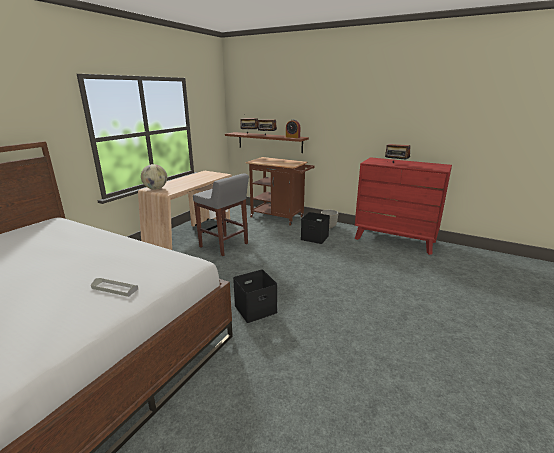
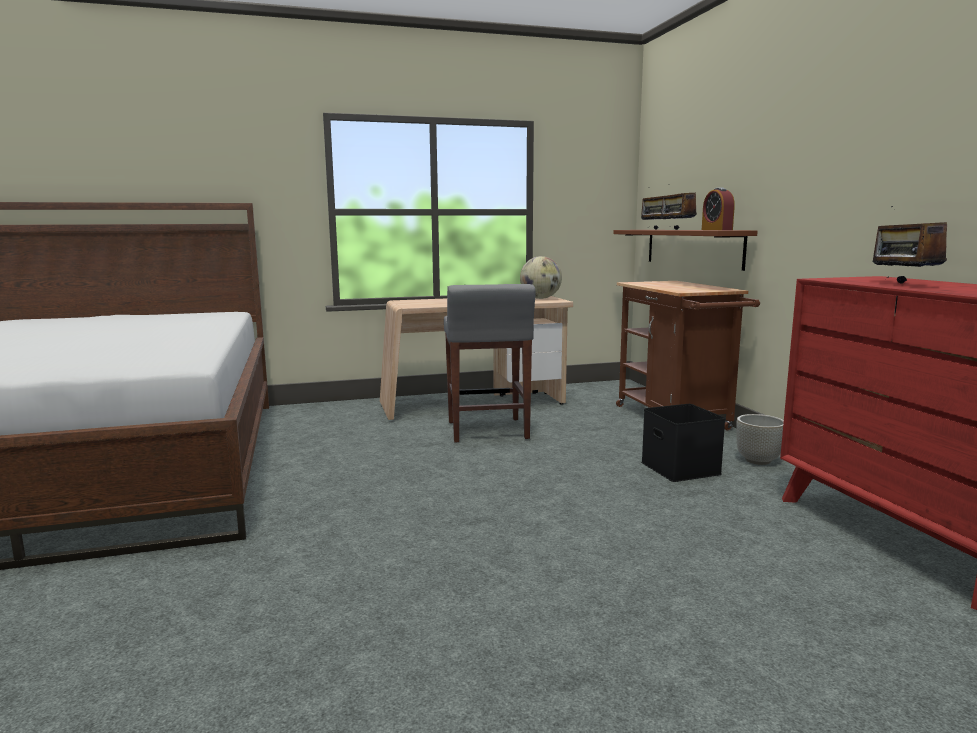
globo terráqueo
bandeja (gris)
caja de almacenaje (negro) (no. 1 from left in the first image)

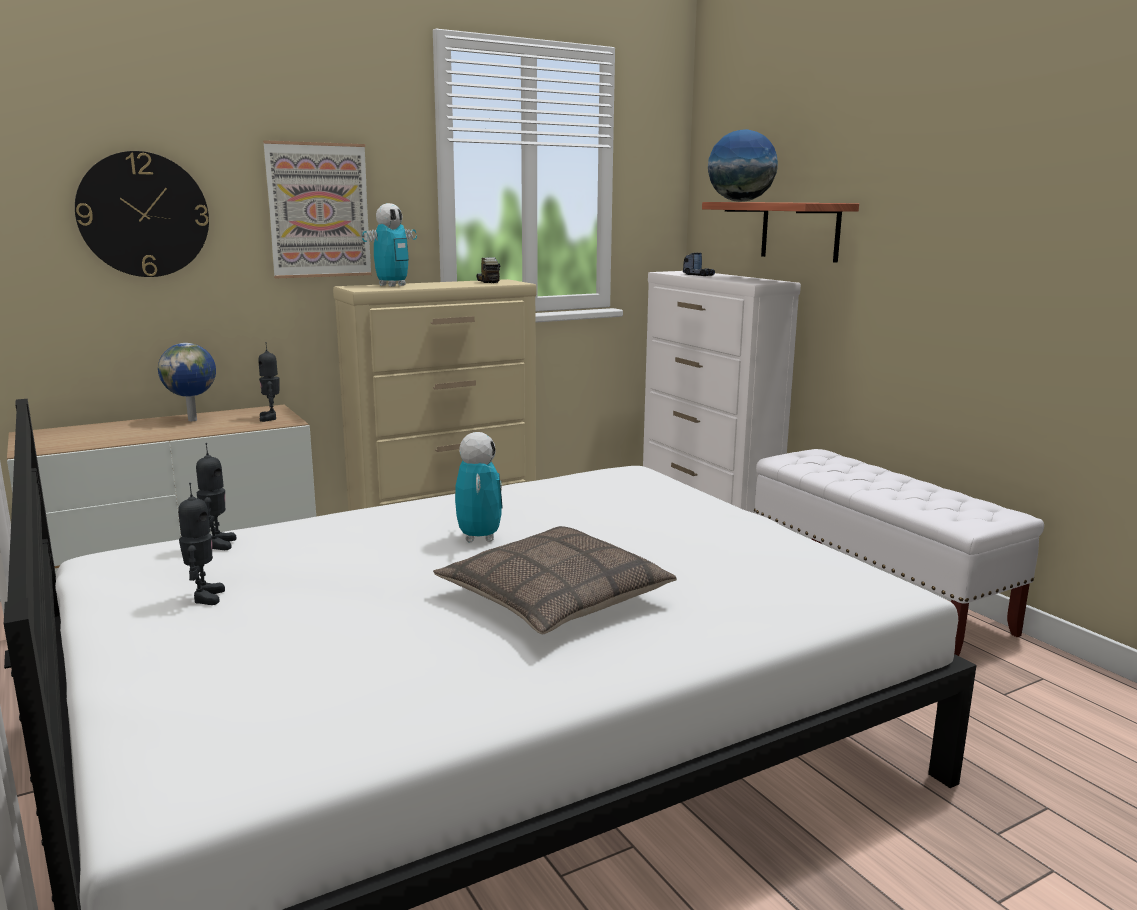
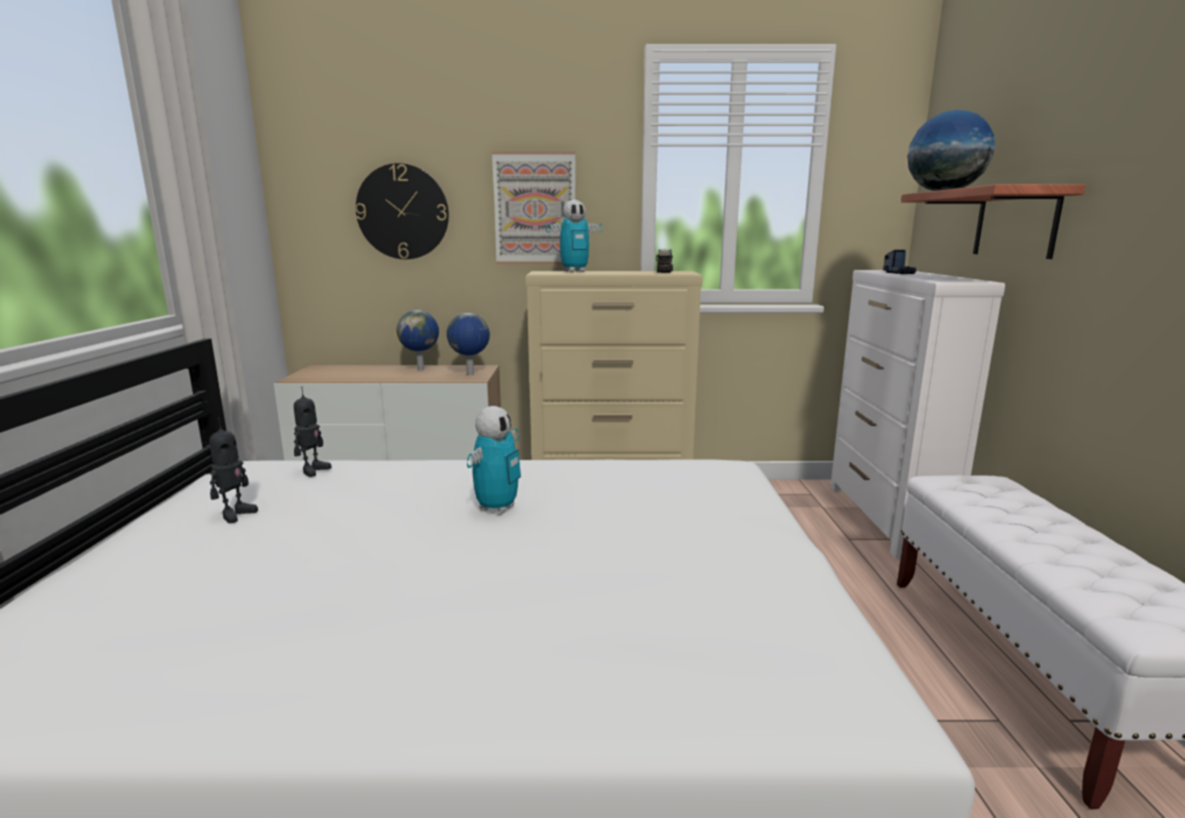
globo terráqueo (no. 2 from left)
cojín

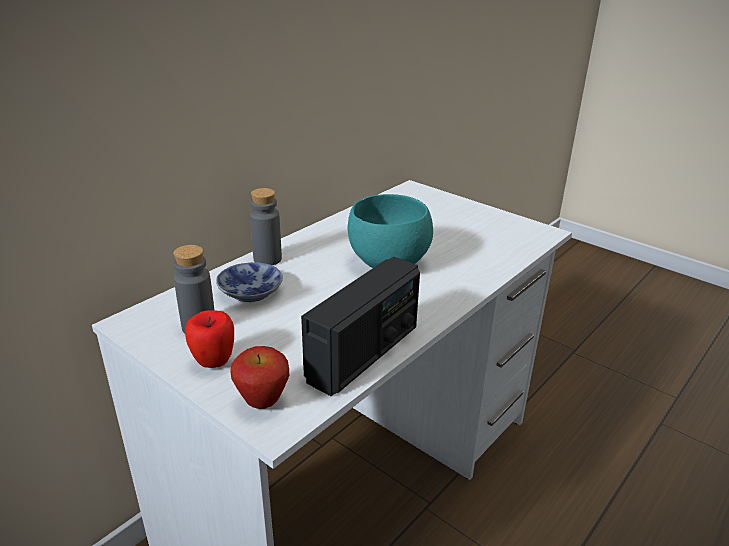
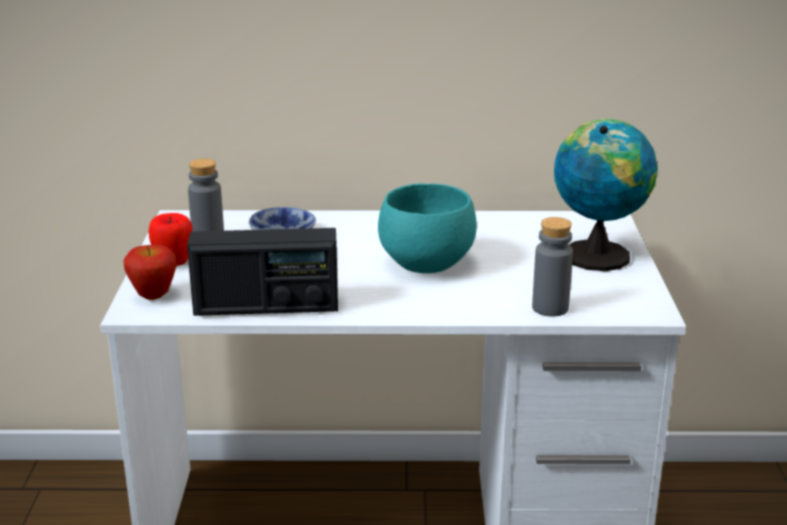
botella (gris) (no. 2 from left)
globo terráqueo

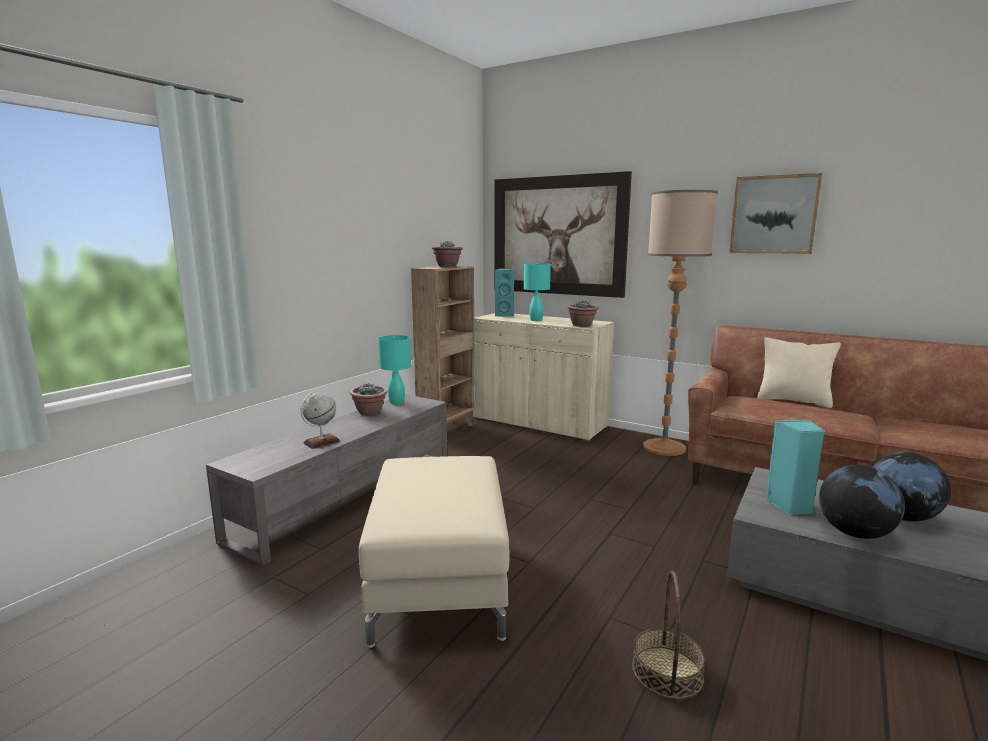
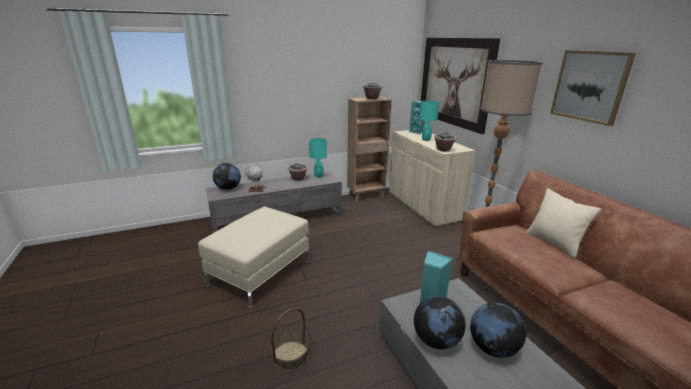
globo terráqueo (no. 1 from left)

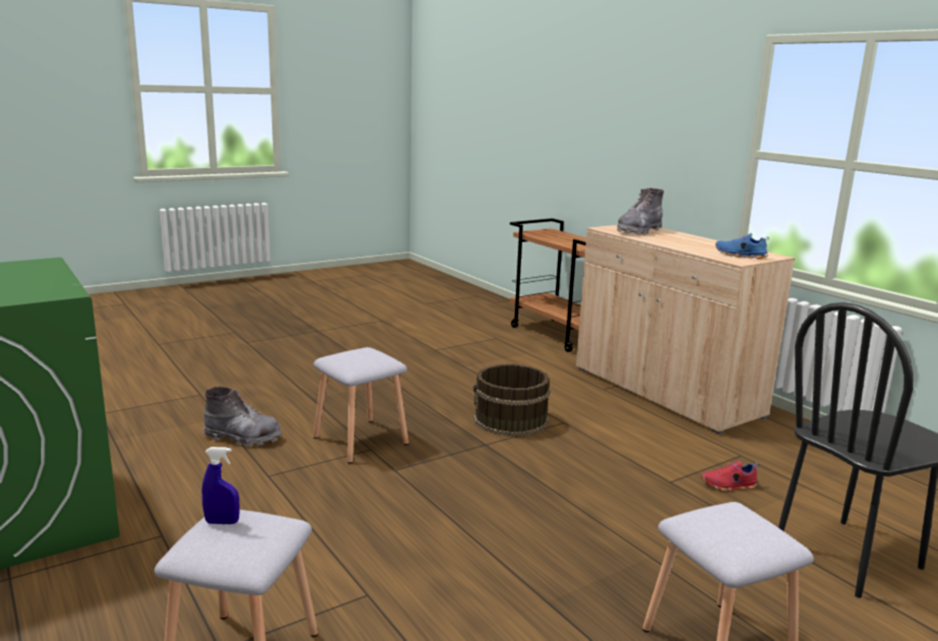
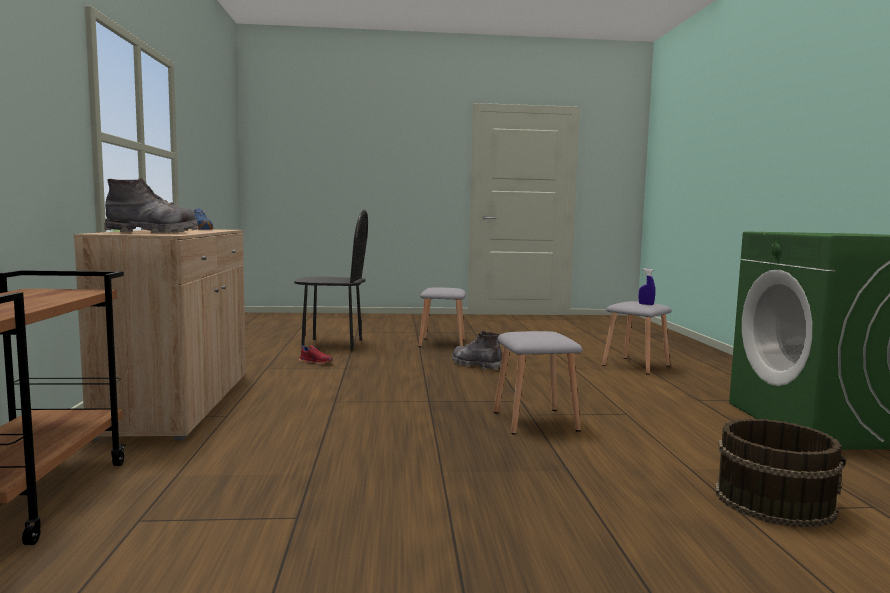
bota (gris) (no. 2 from left)
cubo (marrón)

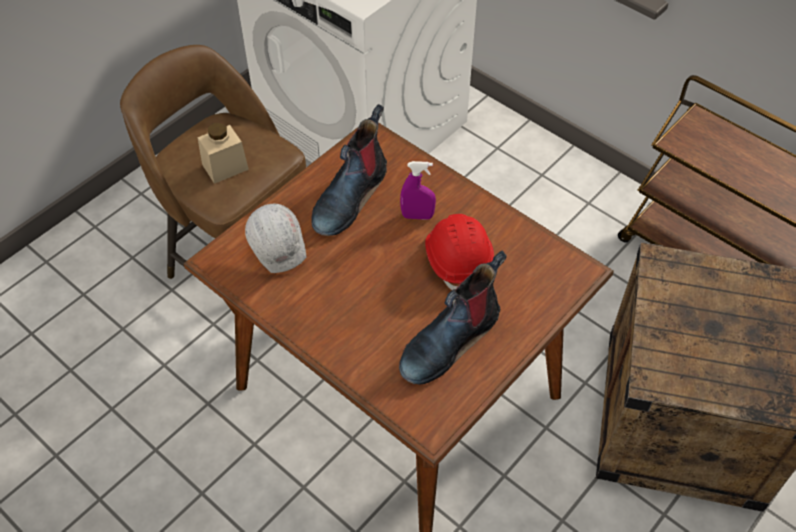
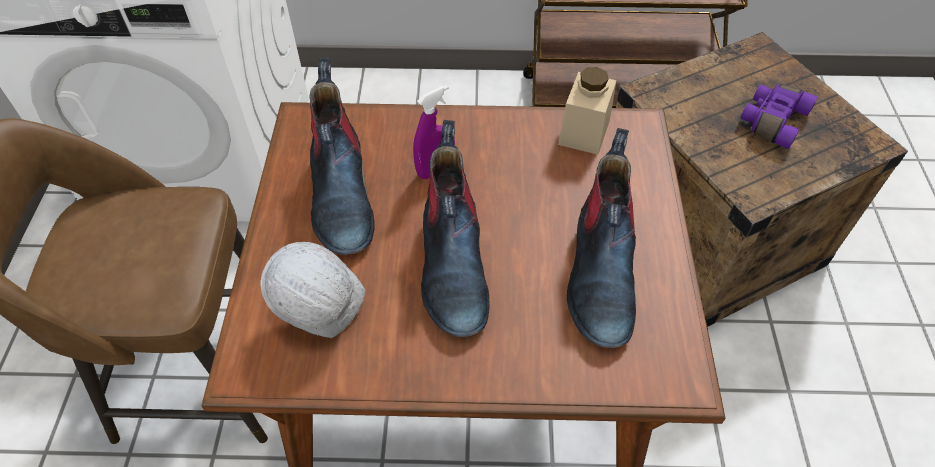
bota (no. 2 from left)
tarro (beis)
prismáticos (morado)
casco (rojo)

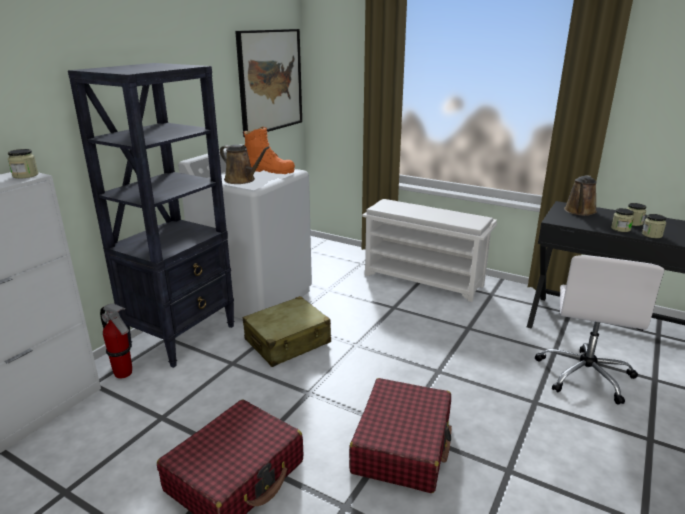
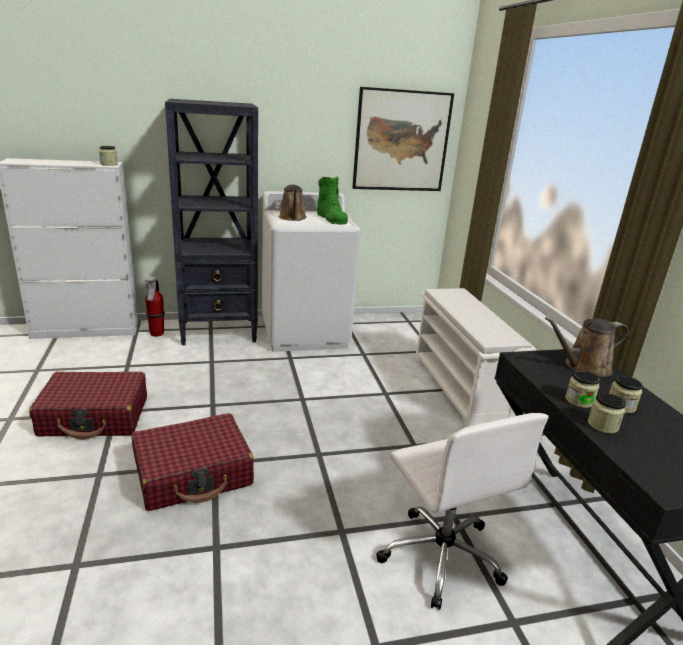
bota (verde)
silla de oficina (blanco)
maleta (beis)

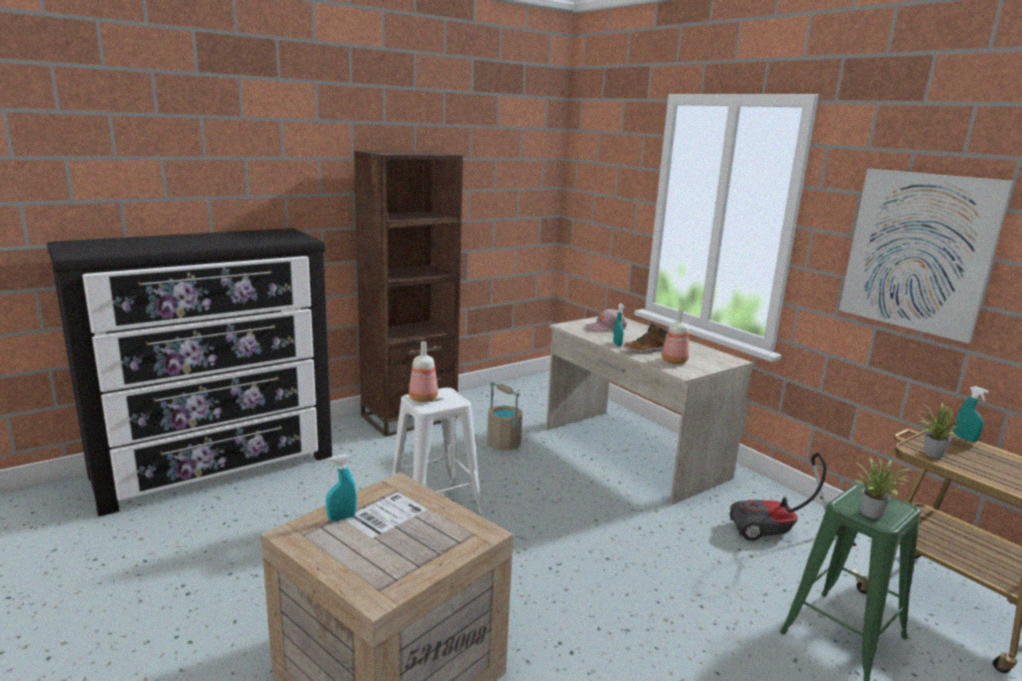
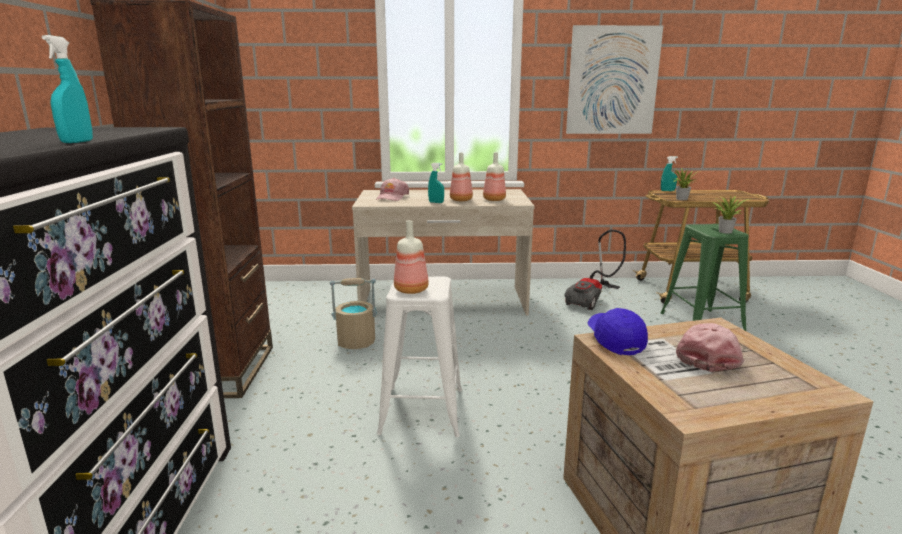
pulverizador (turquesa) (no. 1 from left)
botella (no. 2 from left)
gorra (azul)
gorra (rosa) (no. 2 from left)

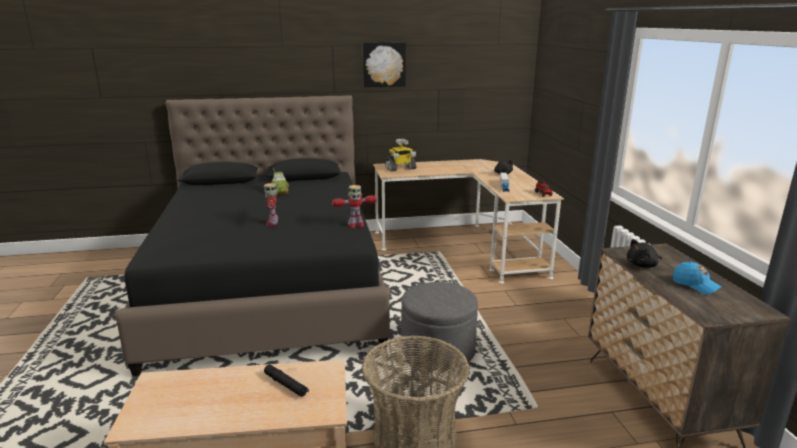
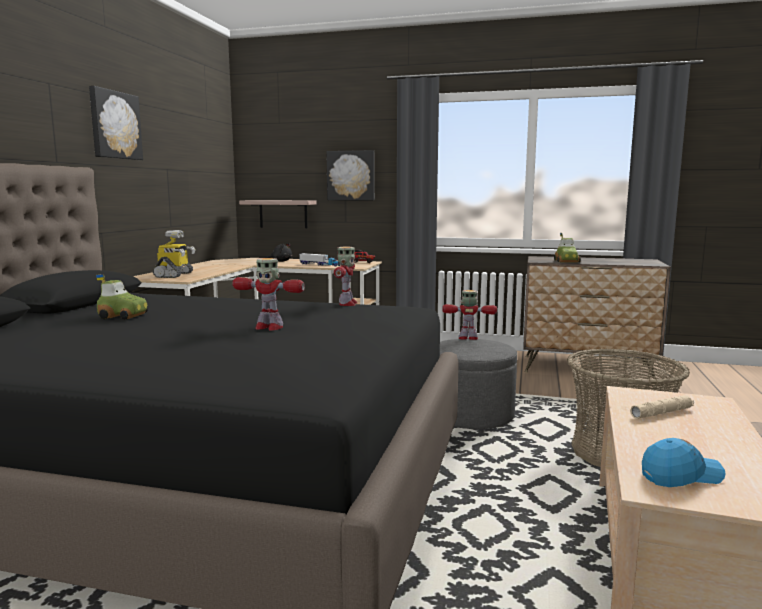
estante
cuadro (no. 2 from left)
robot de juguete (no. 4 from left)
coche de juguete (no. 2 from left)
linterna (beis)
gorra (azul)

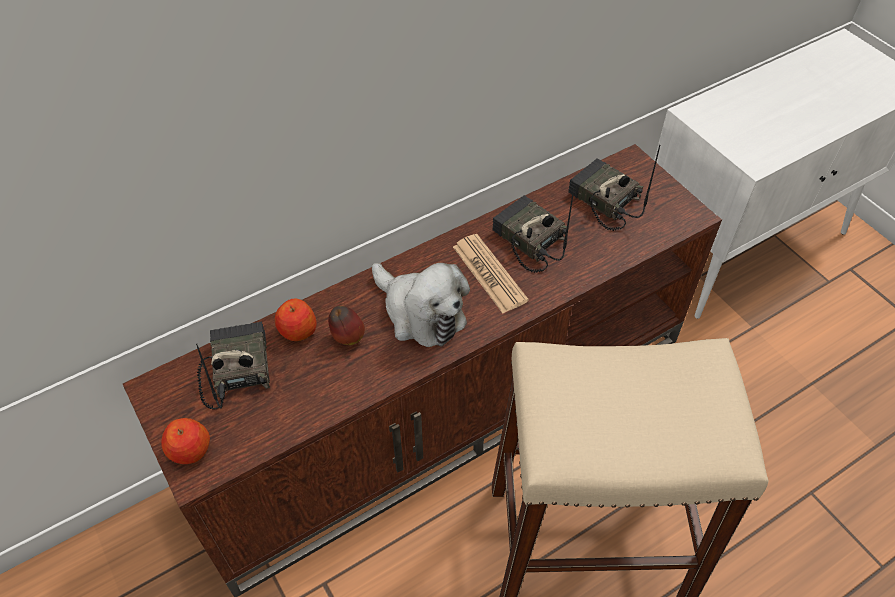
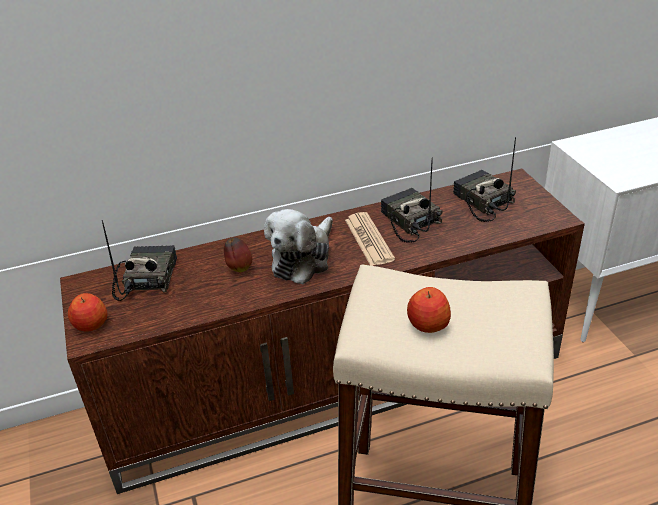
peluche
manzana (no. 3 from left)

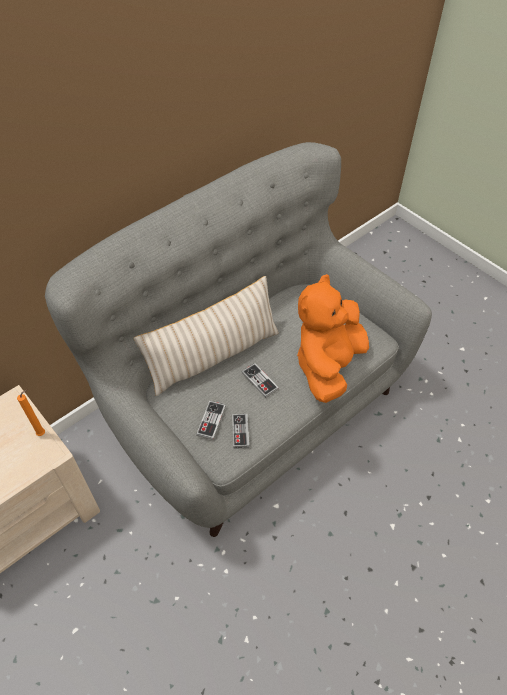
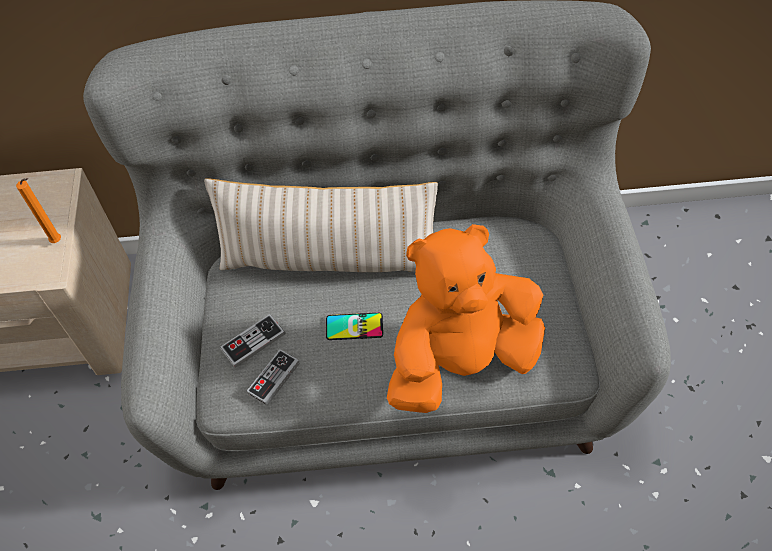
móvil

